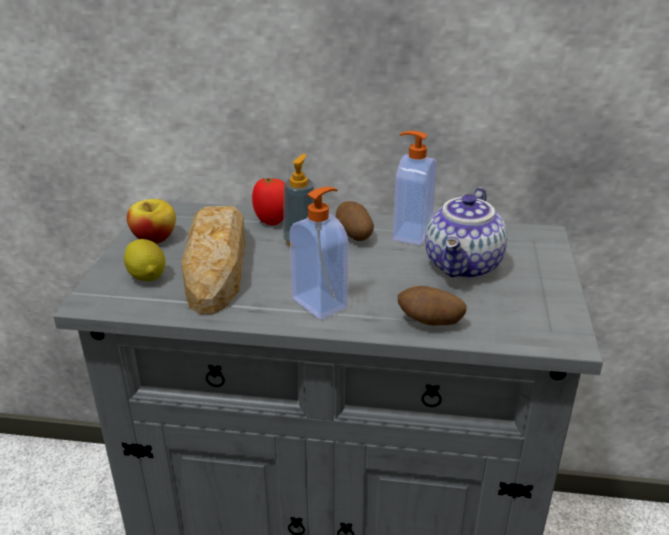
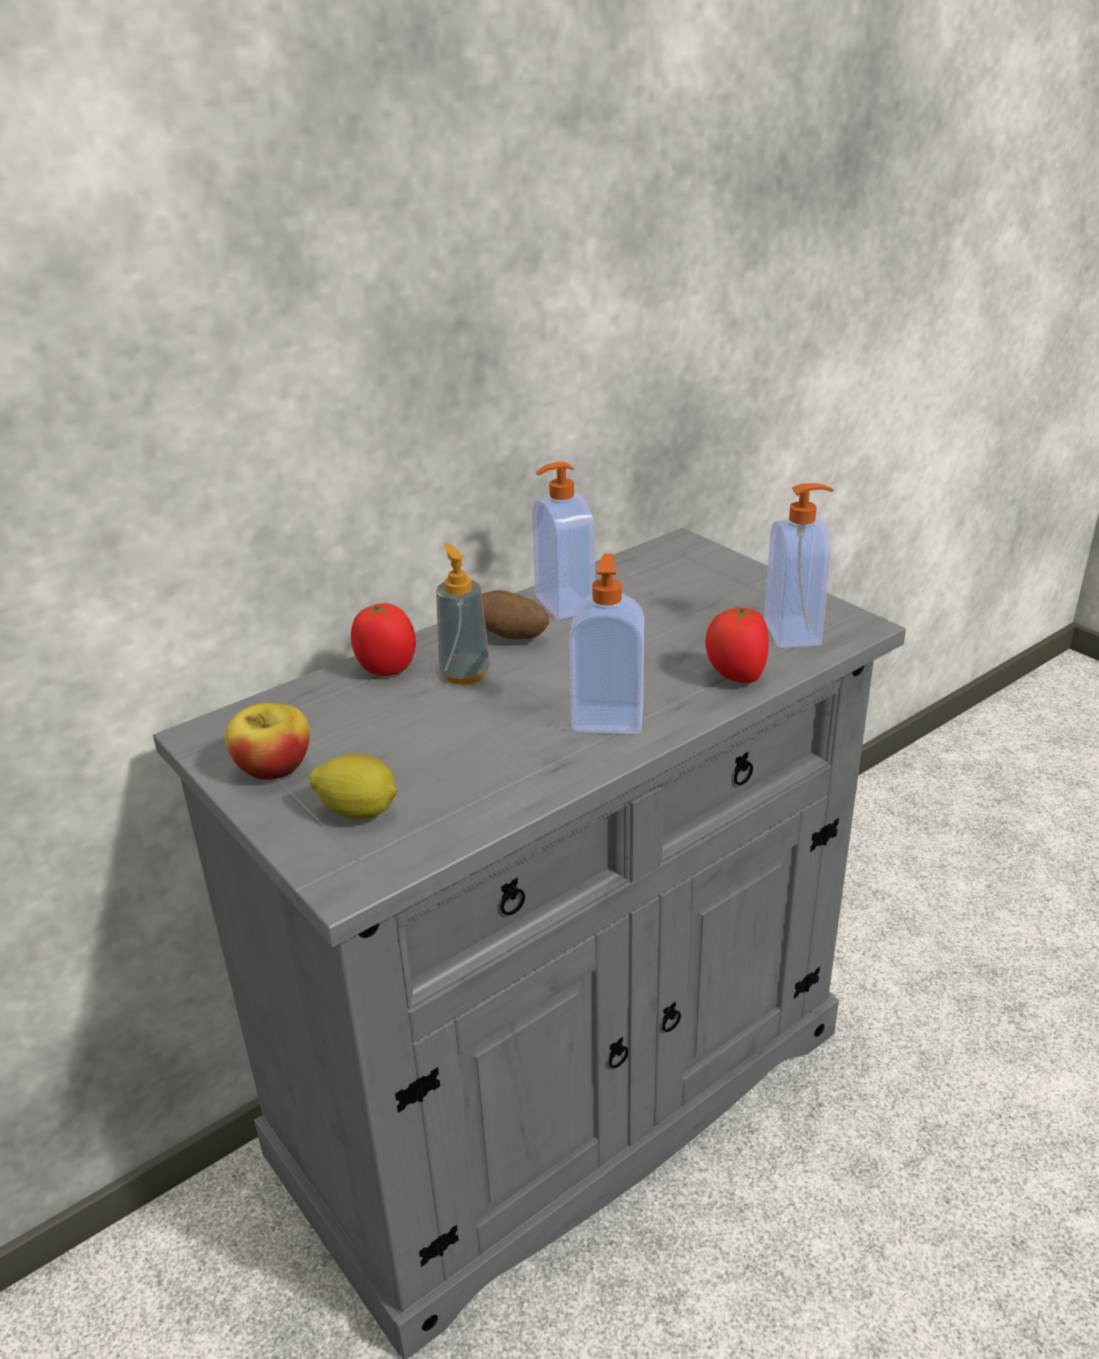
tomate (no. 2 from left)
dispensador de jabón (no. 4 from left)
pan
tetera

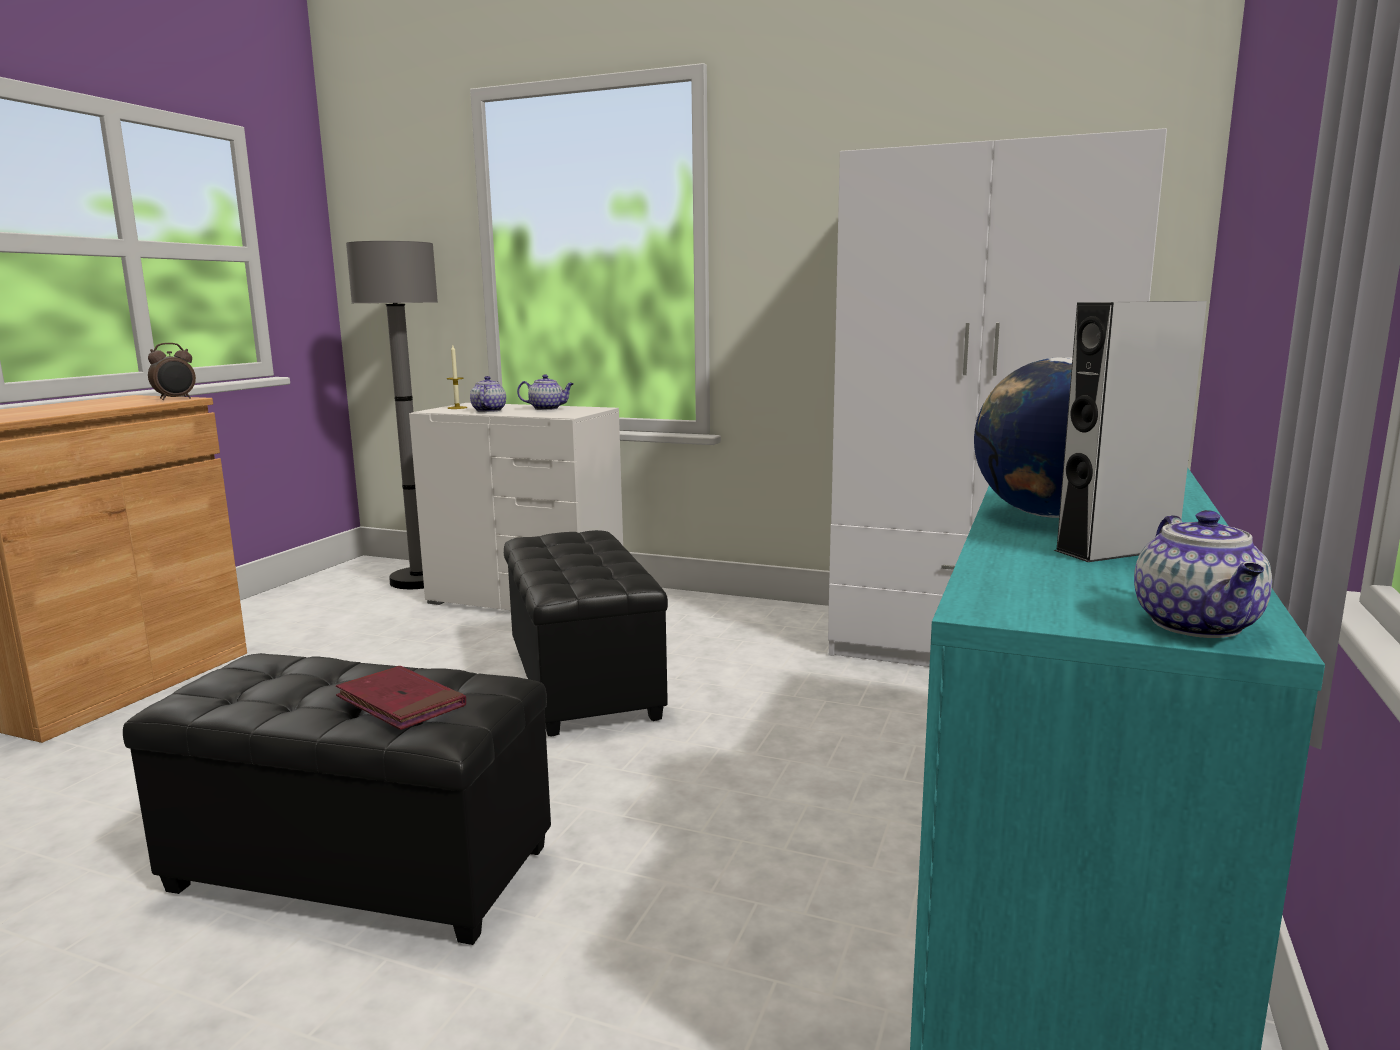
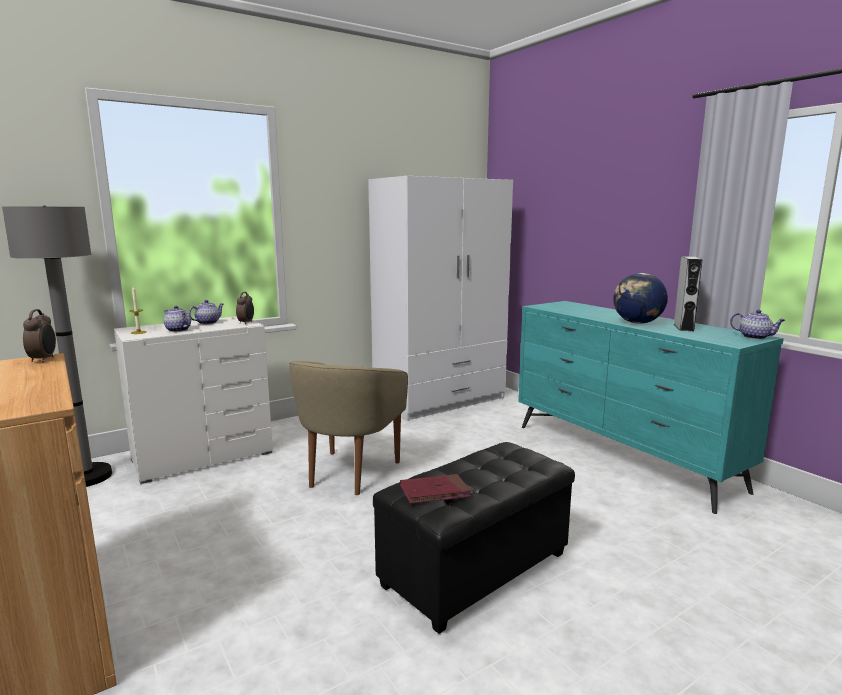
despertador (no. 2 from left)
sillón (beis)
libro (rojo)

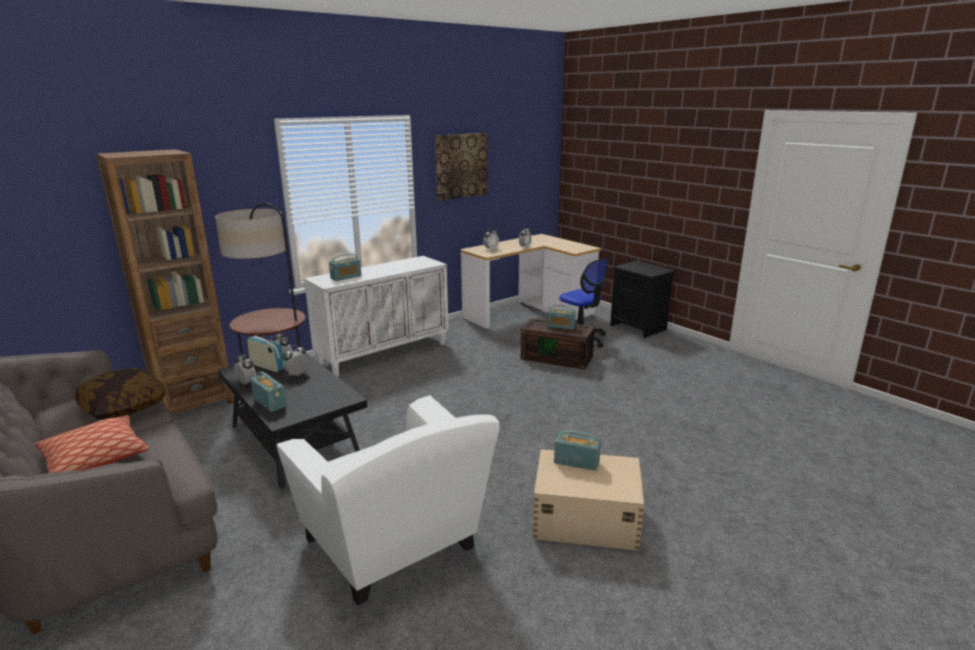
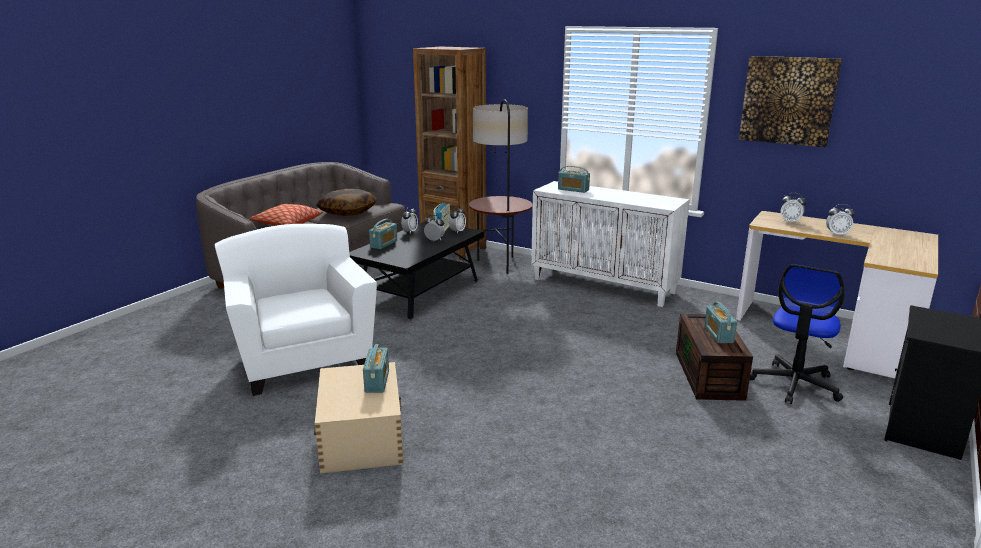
sillón (blanco)

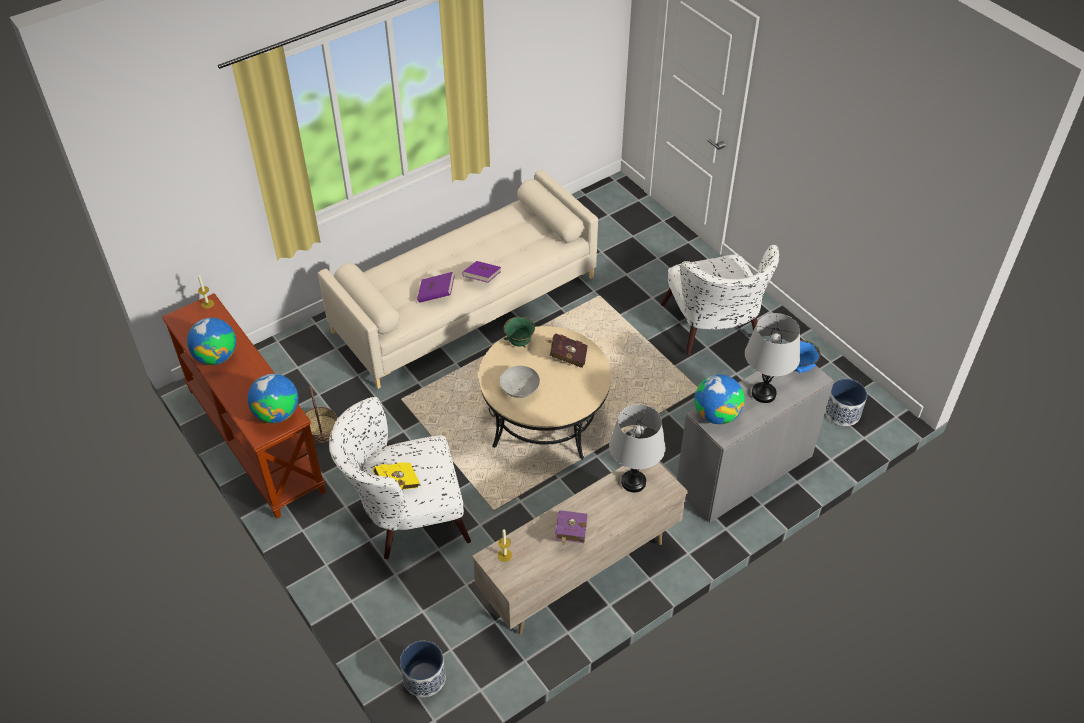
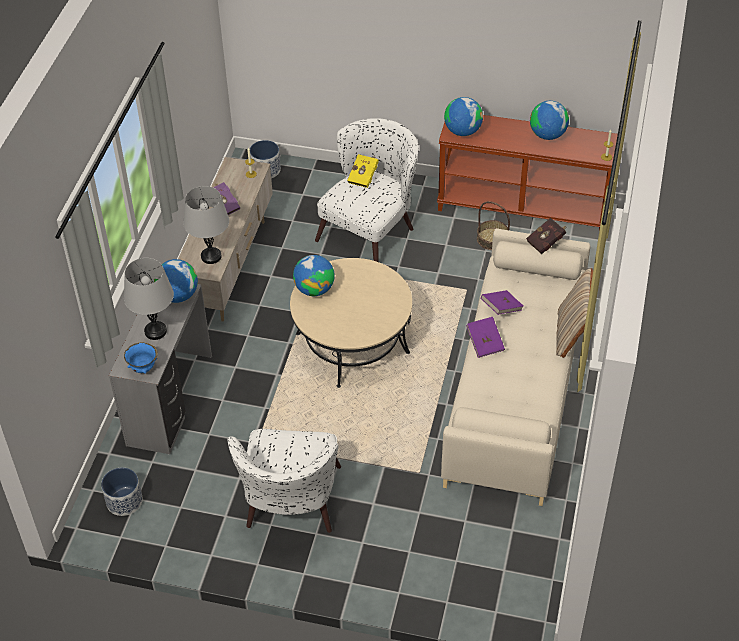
sillón (blanco) (no. 1 from left)
globo terráqueo (no. 2 from left)
libro (rojo)
cojín (beis)
cuenco (gris)
cuenco (verde)

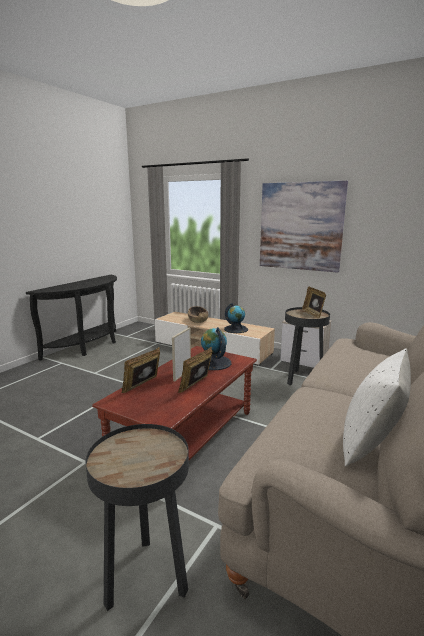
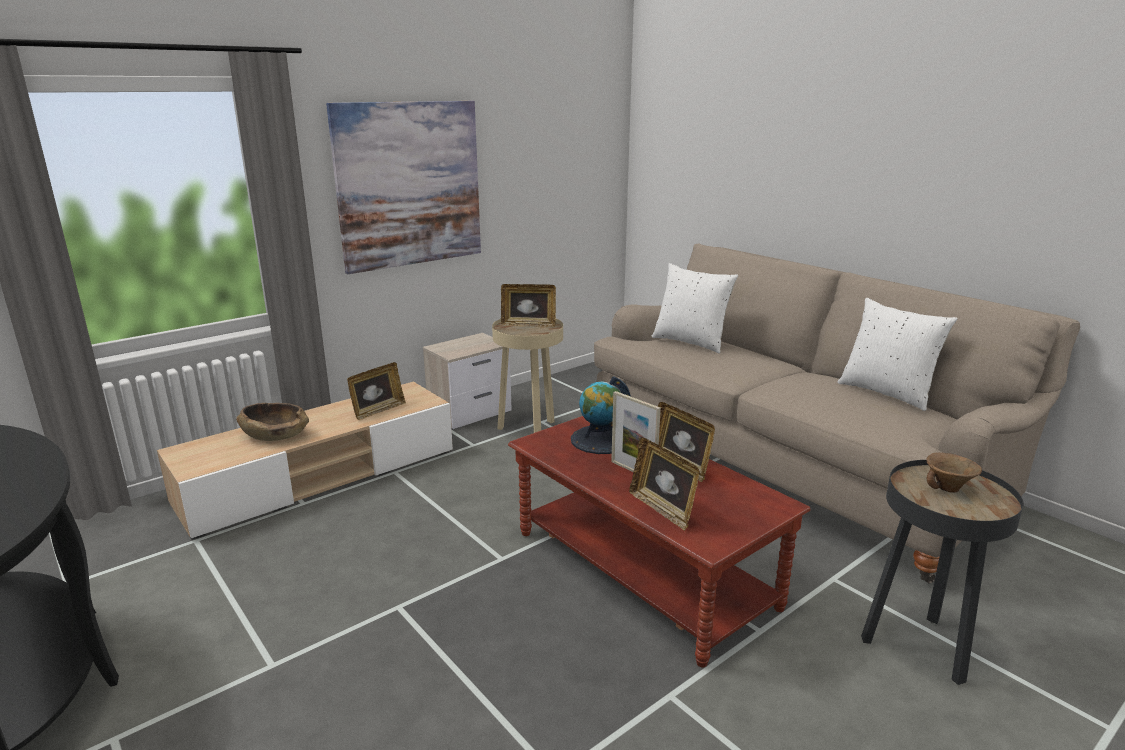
portarretratos (no. 1 from left)
mesa auxiliar (beis)
cojín (blanco) (no. 1 from left)
cuenco (marrón) (no. 2 from left)

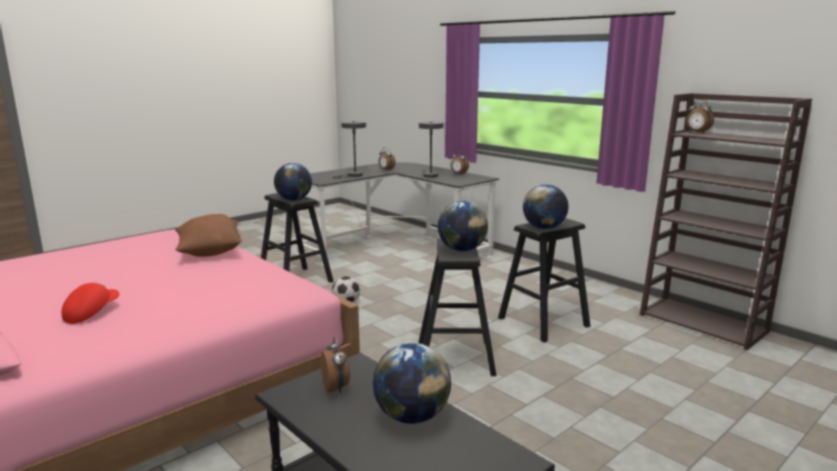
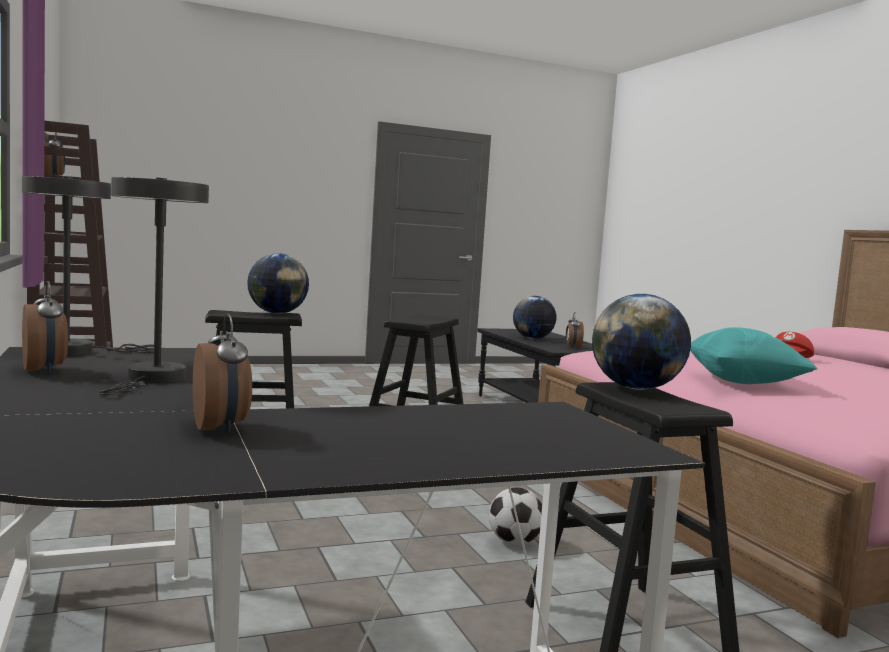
lámpara de mesa (gris) (no. 1 from left)
cojín (turquesa)
globo terráqueo (no. 3 from left in the first image)

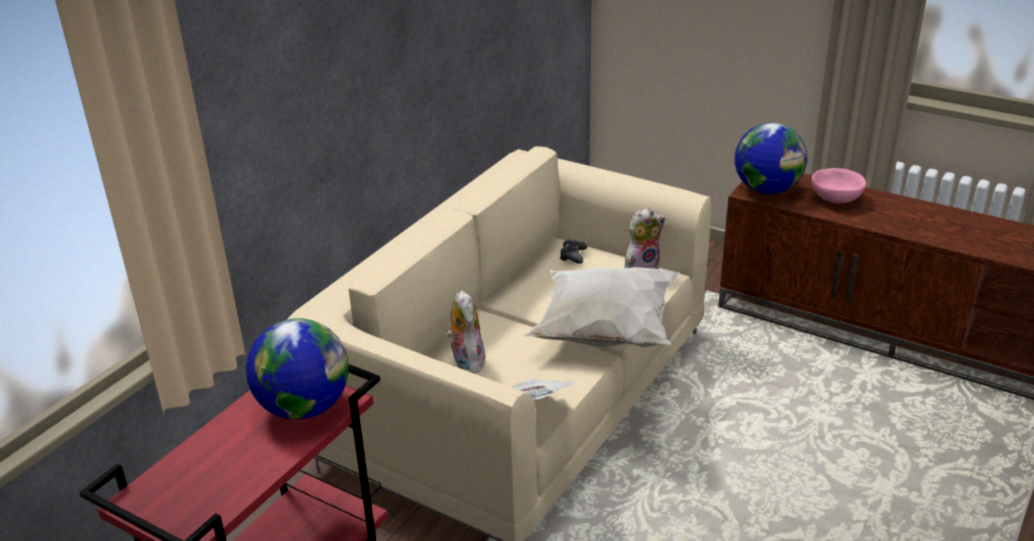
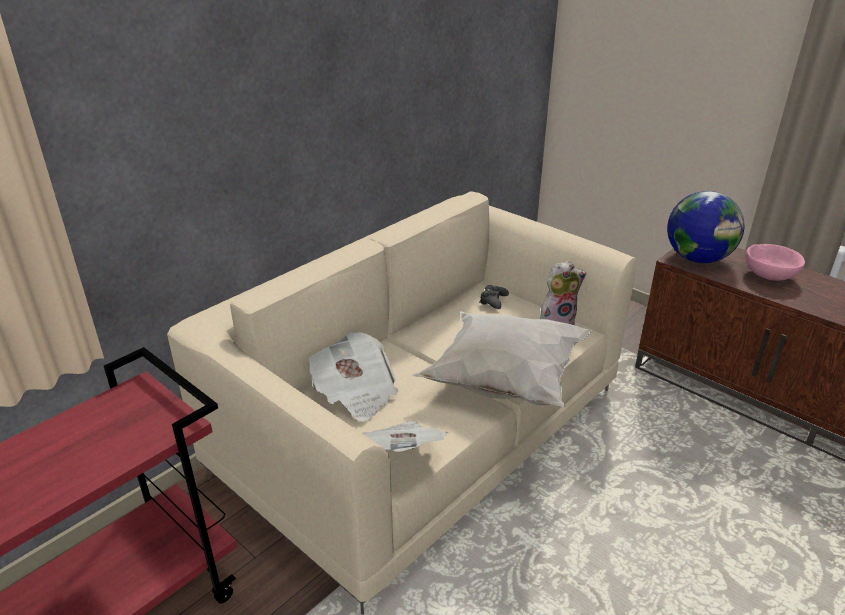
periódico (no. 1 from left)
globo terráqueo (no. 1 from left in the first image)

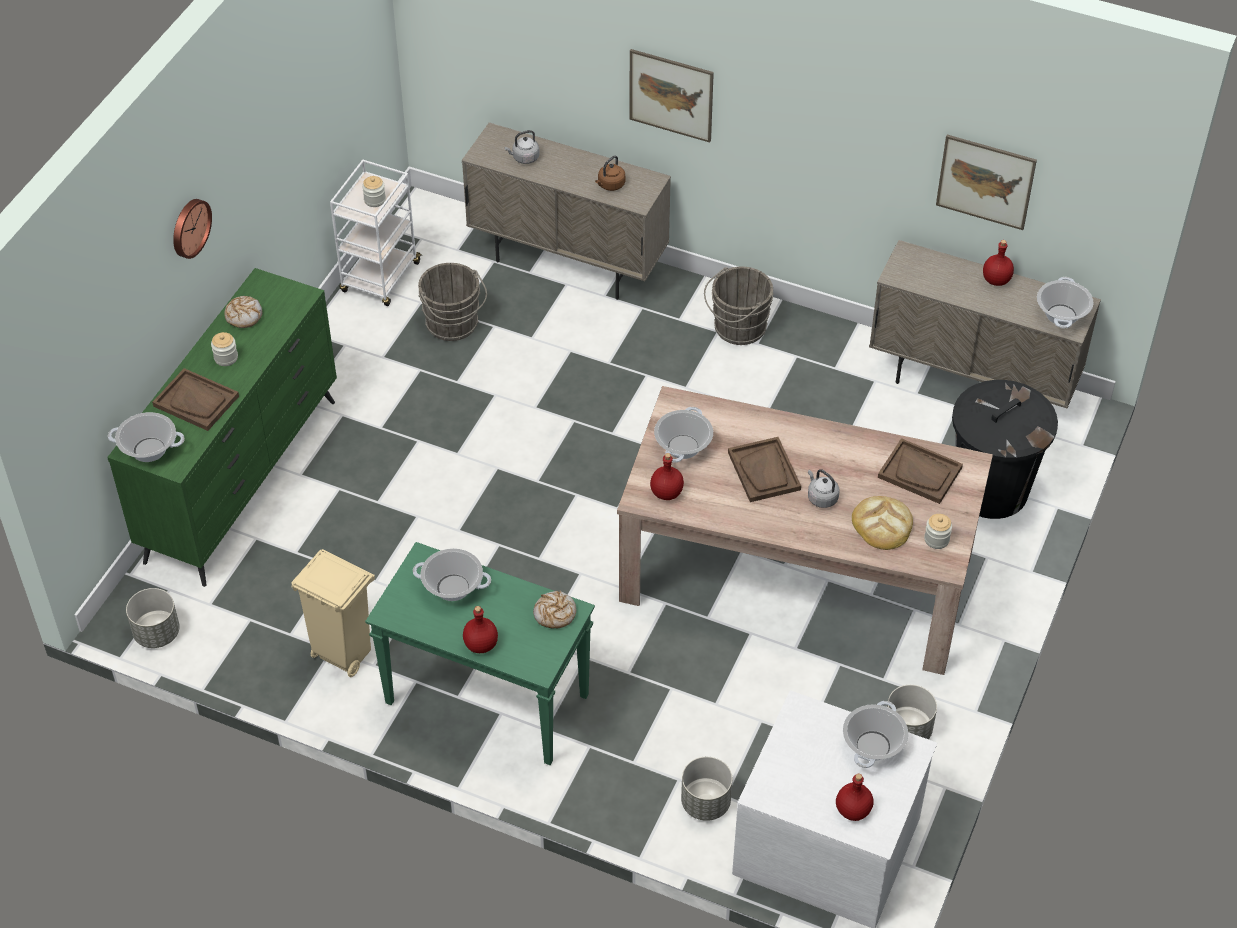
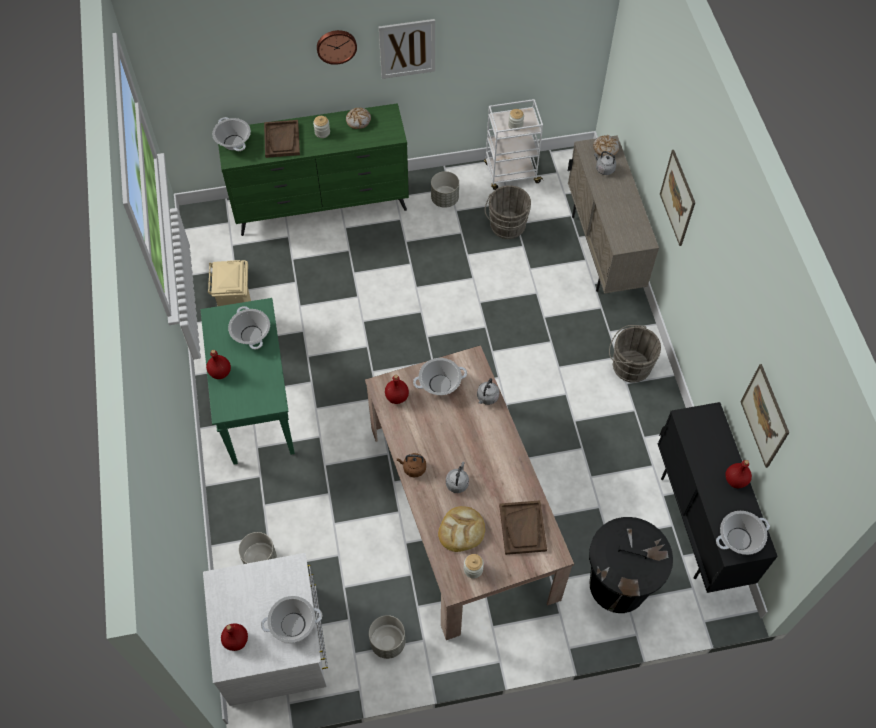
cuadro (no. 1 from left)
hervidor (marrón)
maceta (gris) (no. 3 from left)
hervidor (gris) (no. 2 from left)
pan (no. 3 from left)
armario (negro)
bandeja (marrón) (no. 2 from left in the first image)

